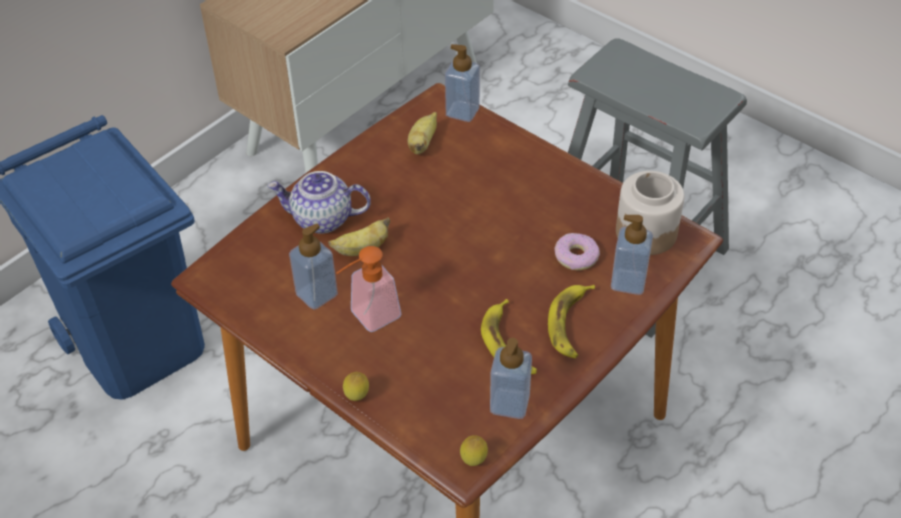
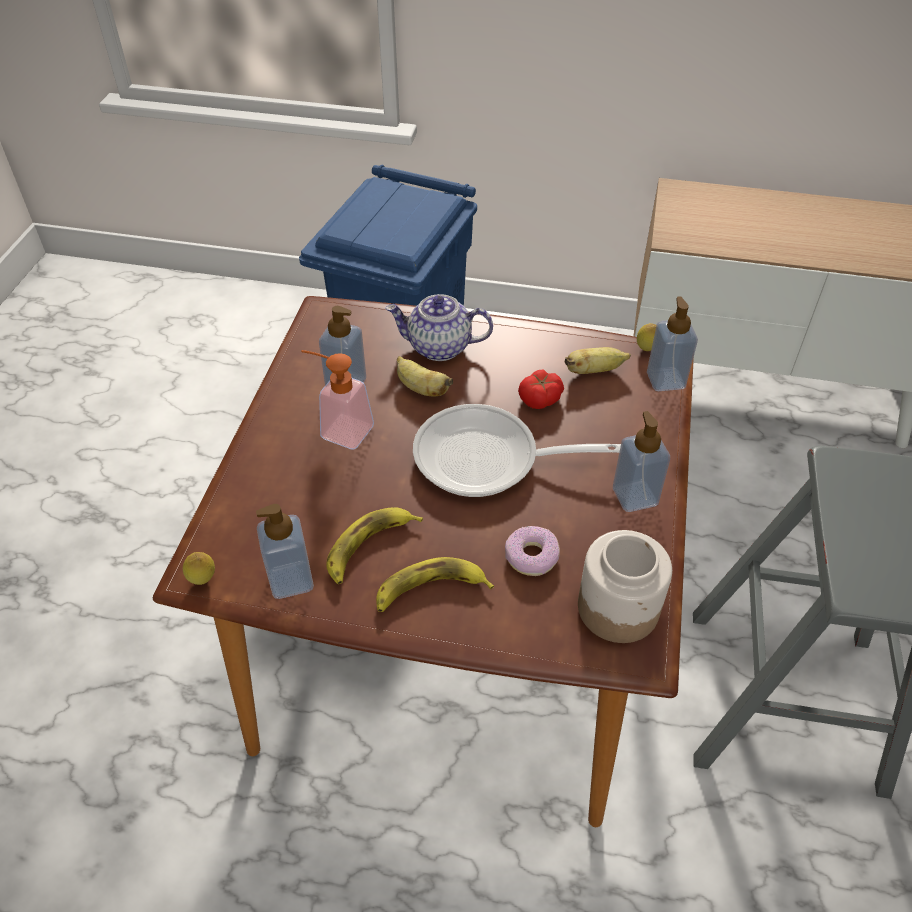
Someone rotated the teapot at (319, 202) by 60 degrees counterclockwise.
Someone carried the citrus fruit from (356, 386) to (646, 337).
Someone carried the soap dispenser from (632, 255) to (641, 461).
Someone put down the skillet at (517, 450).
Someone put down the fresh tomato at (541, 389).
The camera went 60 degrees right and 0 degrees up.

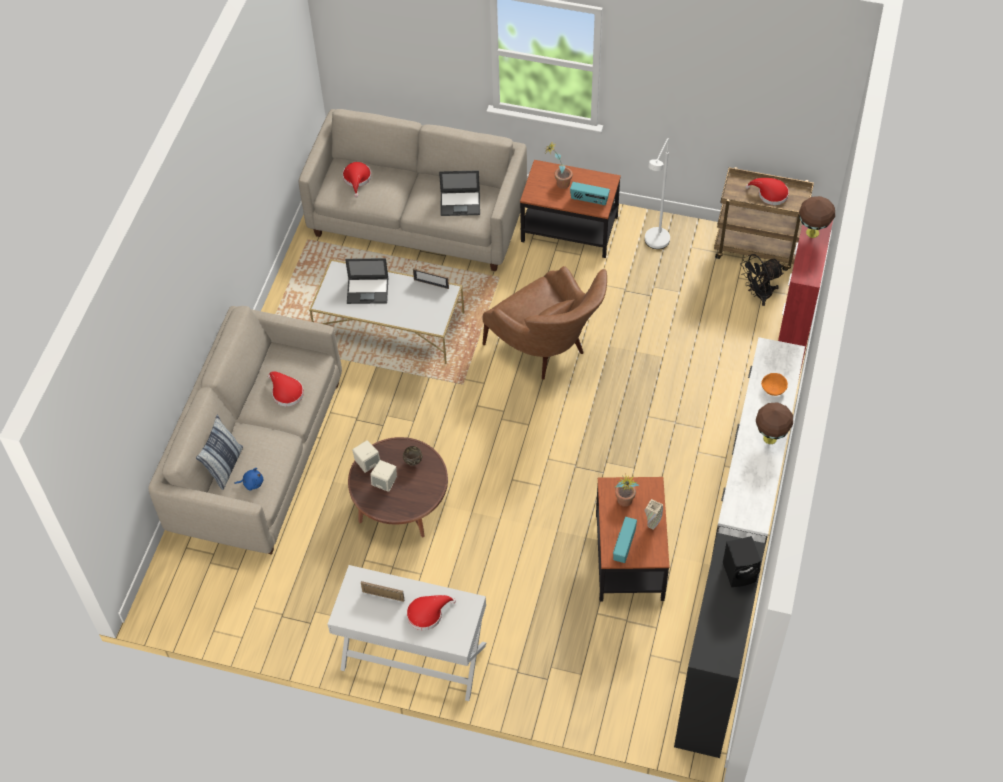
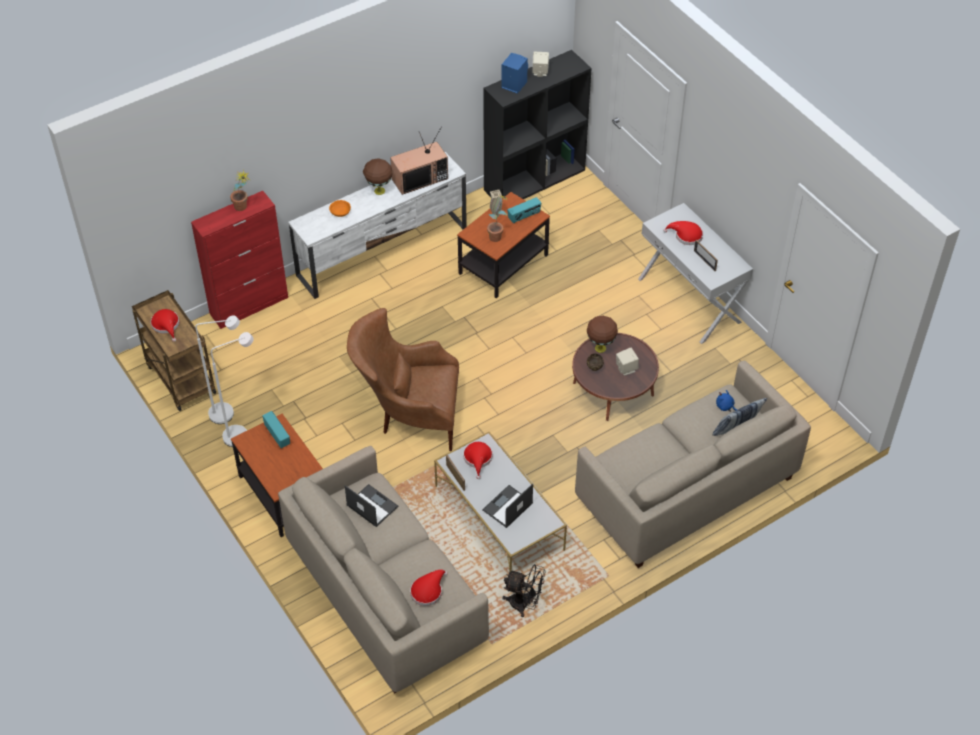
Someone carried the red wearable hat from (286, 388) to (477, 460).
Someone rotated the portable computer at (366, 281) by 90 degrees counterclockwise.
Someone carried the beige-coloured loudspeaker from (366, 456) to (540, 64).
Someone rotated the brownish armchair at (545, 323) by 90 degrees counterclockwise.
Someone carried the plant in a pot from (559, 166) to (240, 190).
Someone repainted the blackish loudspeaker at (742, 561), which became the bluish loudspeaker at (514, 73).
Someone carried the blackish cooling fan from (762, 280) to (523, 590).
Someone carried the brownish tabletop lamp from (817, 217) to (602, 334).
Someone put down the white floor lamp at (217, 369).
Someone put down the TV at (419, 160).
The camera went 140 degrees left and 5 degrees down.

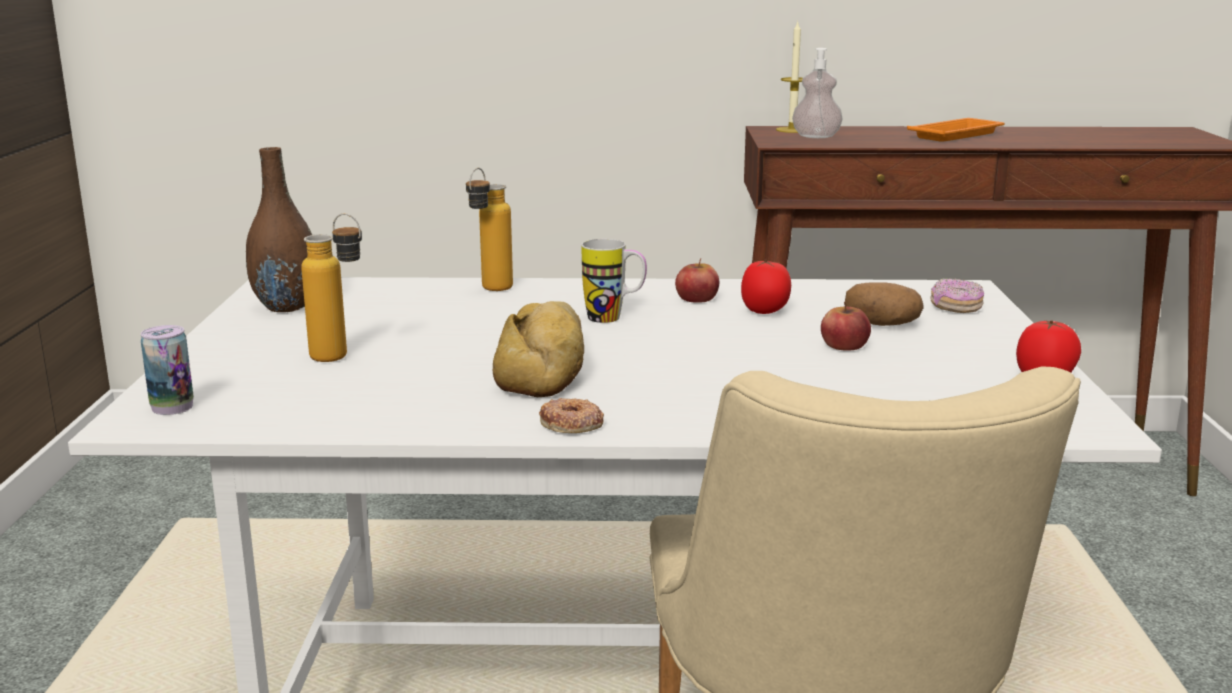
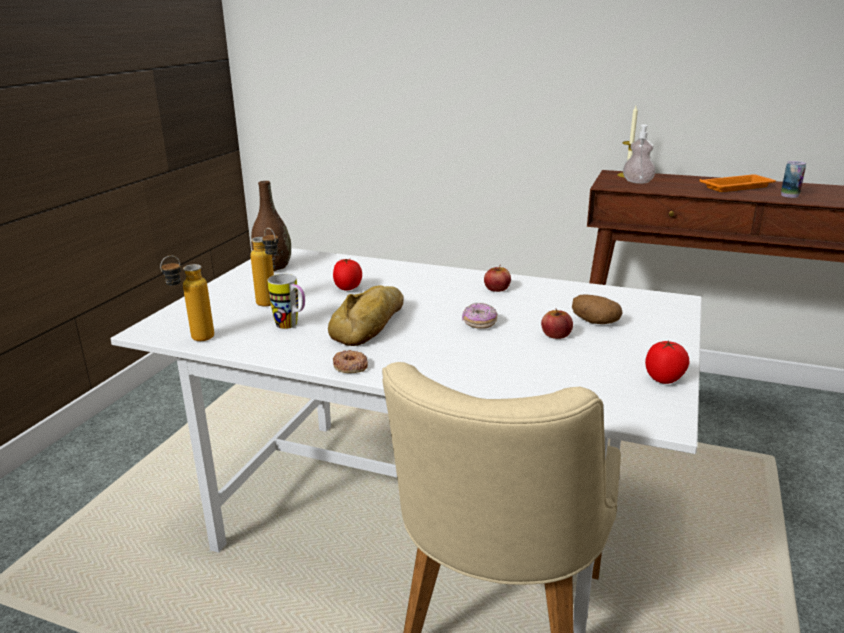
Someone carried the metal can from (167, 370) to (793, 179).
Someone carried the beverage bottle from (489, 229) to (187, 298).
Someone carried the coffee mug from (614, 281) to (286, 301).
Someone carried the fresh tomato from (766, 287) to (347, 274).
Someone carried the ring doughnut from (957, 295) to (479, 315).
The camera went 20 degrees right and 5 degrees up.

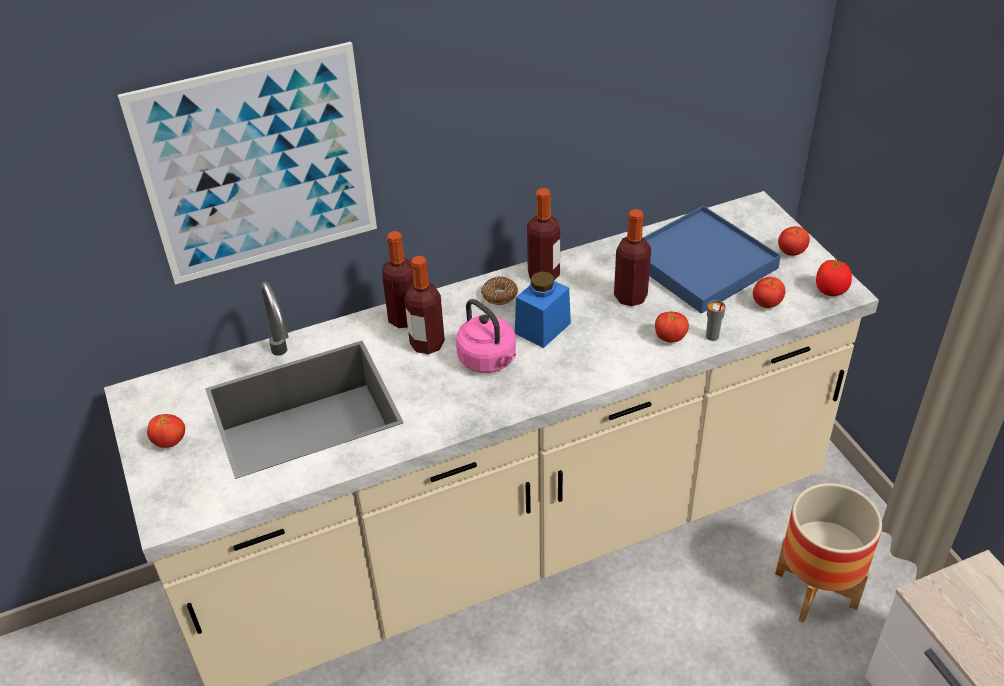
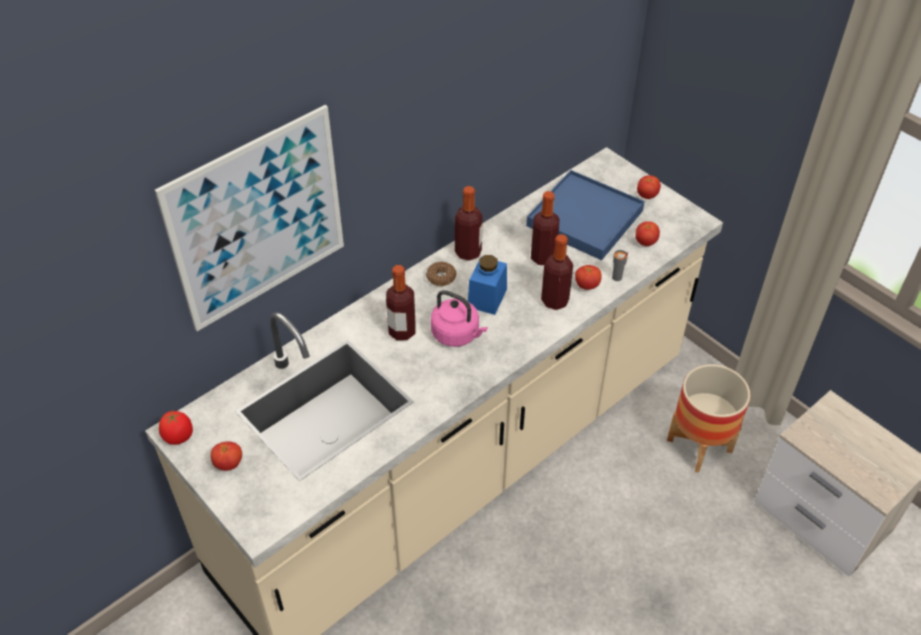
Someone carried the beverage bottle from (397, 279) to (557, 272).
Someone carried the fresh tomato from (834, 277) to (176, 427).
The camera went 20 degrees left and 5 degrees up.

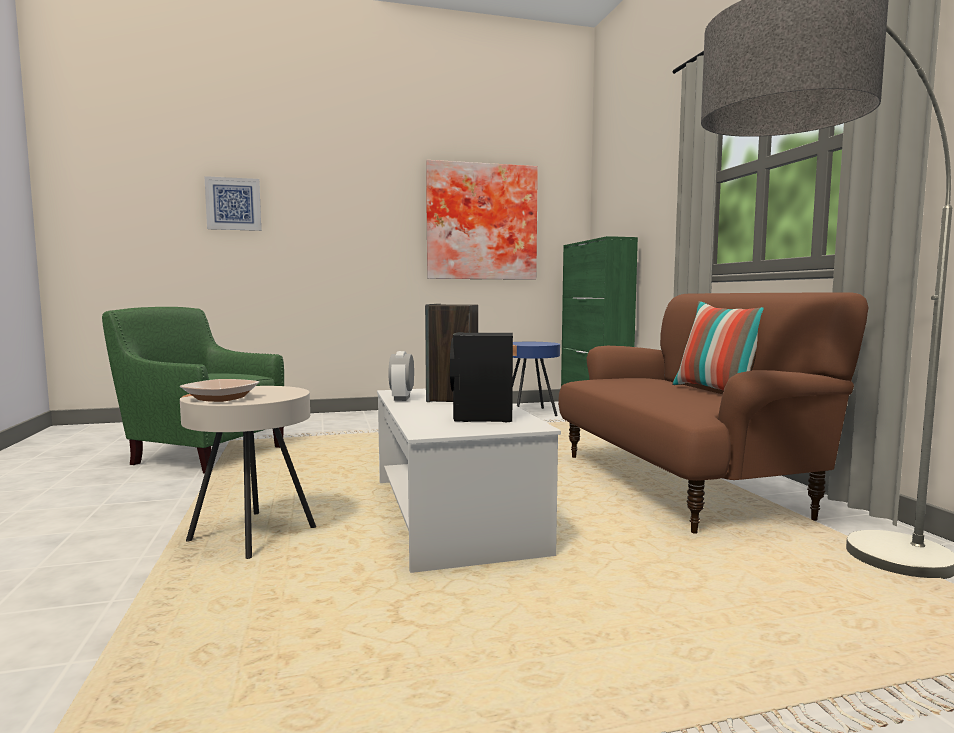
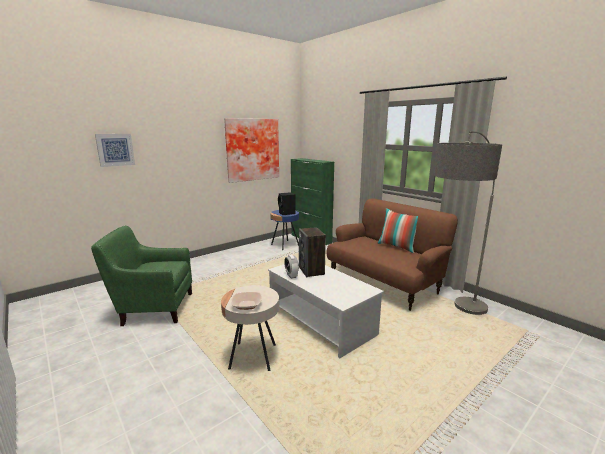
Someone carried the blackish loudspeaker from (481, 377) to (287, 203).
The camera went 25 degrees left and 10 degrees up.

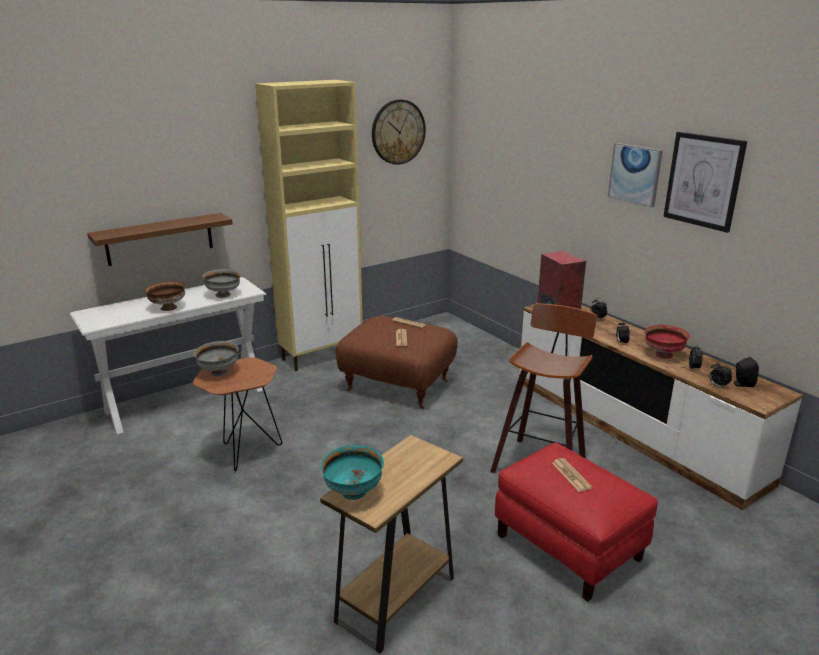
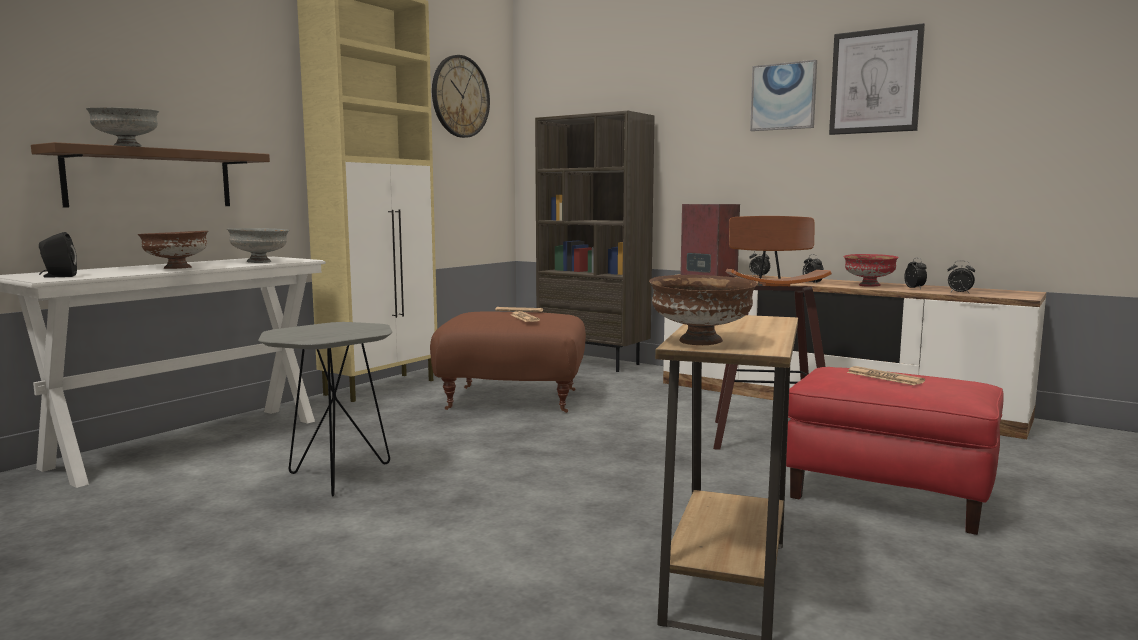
Someone repainted the brownish end table at (237, 414), which became the gray end table at (325, 409).
Someone carried the gray serving bowl from (216, 358) to (122, 127).
Someone repainted the blue-green serving bowl at (352, 472), which became the brownish serving bowl at (703, 310).
Someone carried the blackish loudspeaker from (746, 372) to (58, 255).
Someone put down the brownish bookcase at (595, 241).
The camera went 20 degrees left and 15 degrees down.

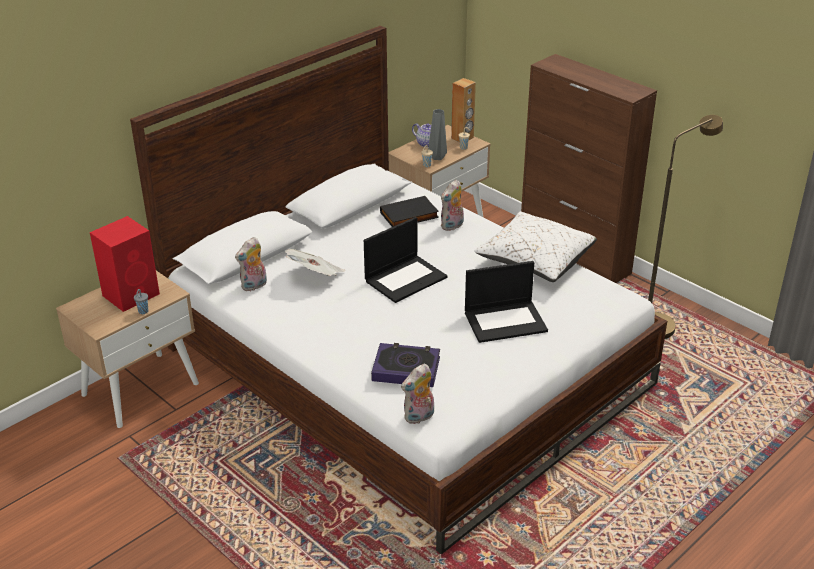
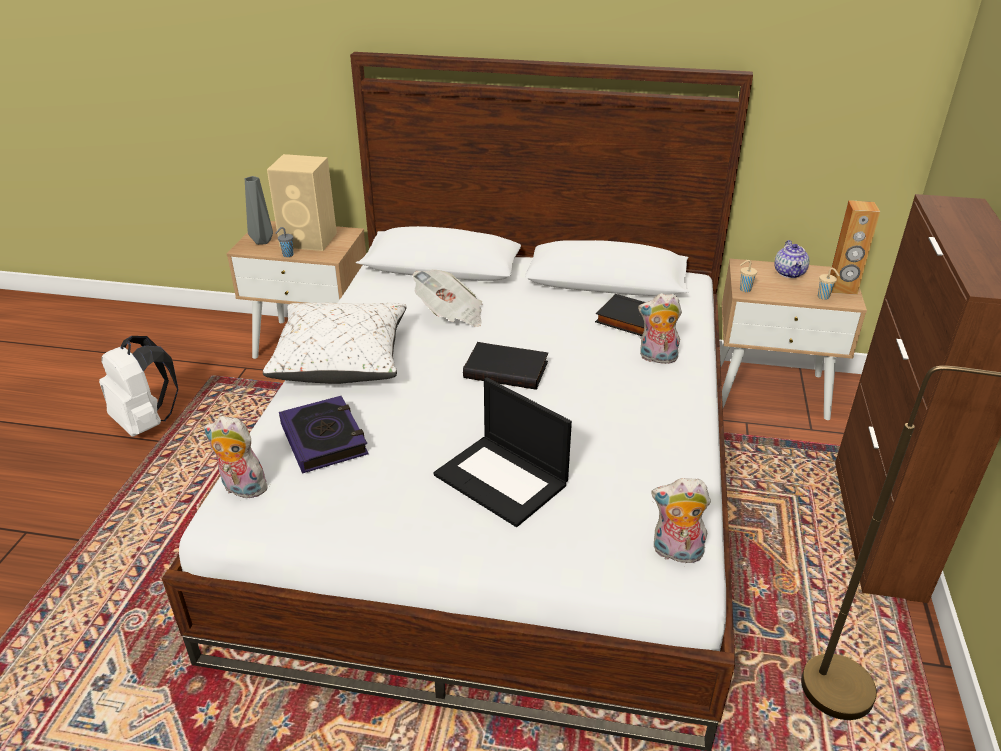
Someone repainted the red loudspeaker at (125, 264), which became the beige-coloured loudspeaker at (302, 202).
Someone carried the cuddly toy from (251, 264) to (681, 521).
Someone swapped the portable computer at (405, 260) for the blackish bound book at (505, 366).
Someone carried the gray decorative vase from (437, 134) to (259, 210).
Someone carried the white pillow from (536, 246) to (335, 343).
Someone put down the white rucksack at (138, 386).
The camera went 55 degrees right and 0 degrees up.

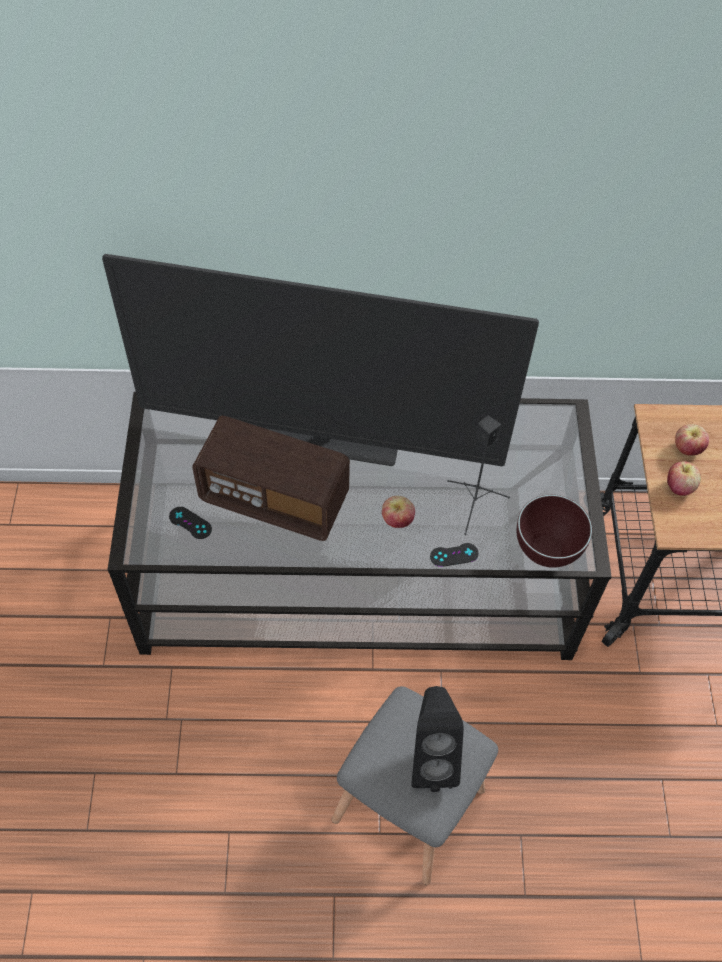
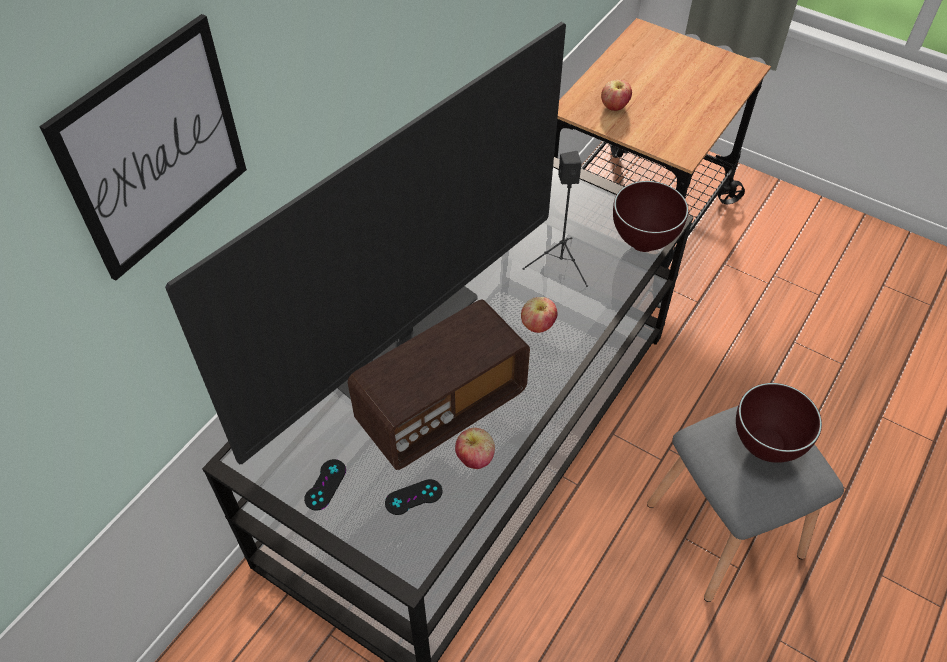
Someone swapped the blackish loudspeaker at (437, 739) for the brownish serving bowl at (779, 423).
Someone carried the blackish joypad from (454, 555) to (325, 485).
Someone carried the apple from (684, 478) to (475, 448).
Someone put up the wall art at (143, 147).
The camera went 55 degrees left and 5 degrees down.

